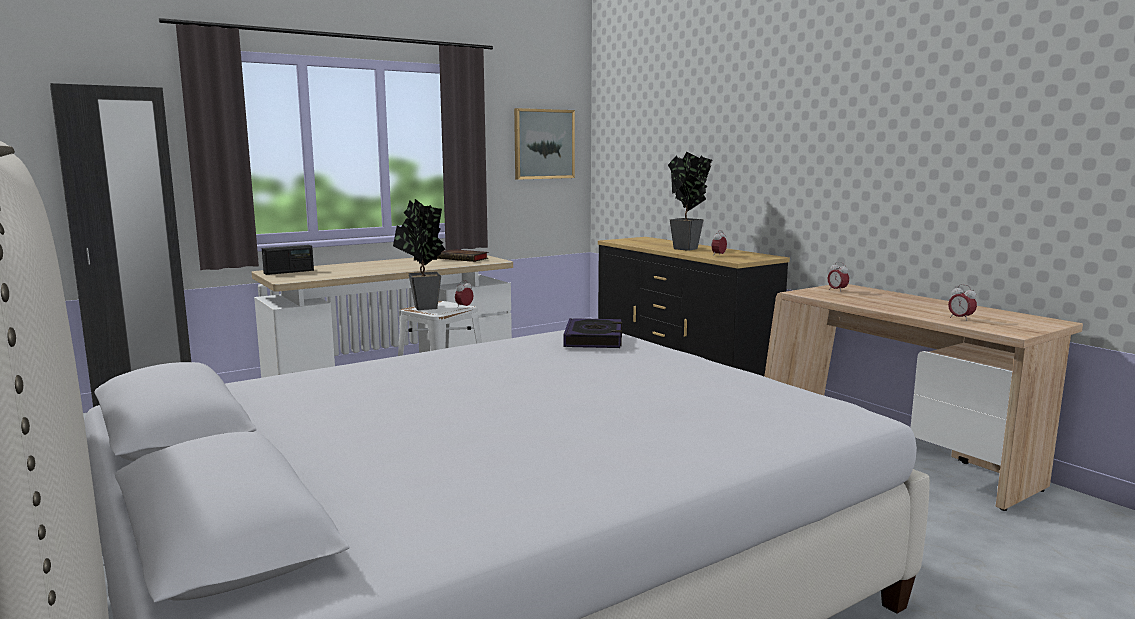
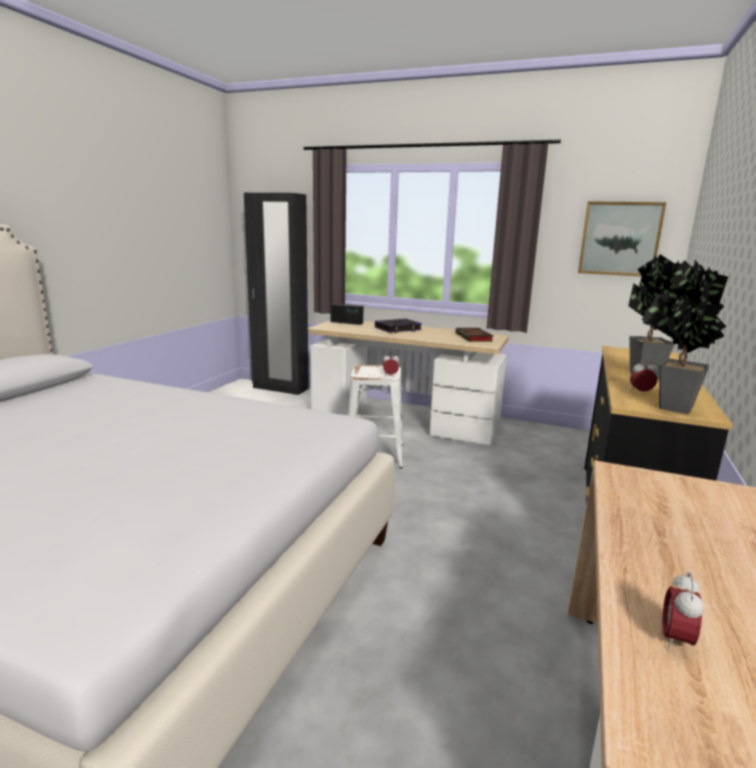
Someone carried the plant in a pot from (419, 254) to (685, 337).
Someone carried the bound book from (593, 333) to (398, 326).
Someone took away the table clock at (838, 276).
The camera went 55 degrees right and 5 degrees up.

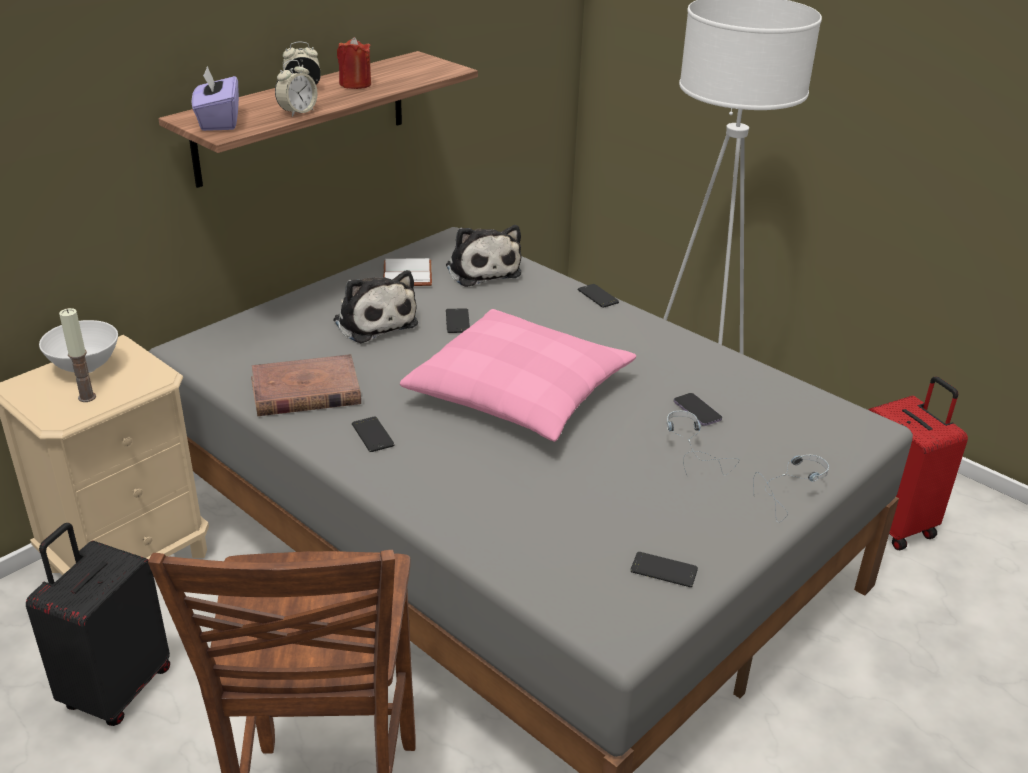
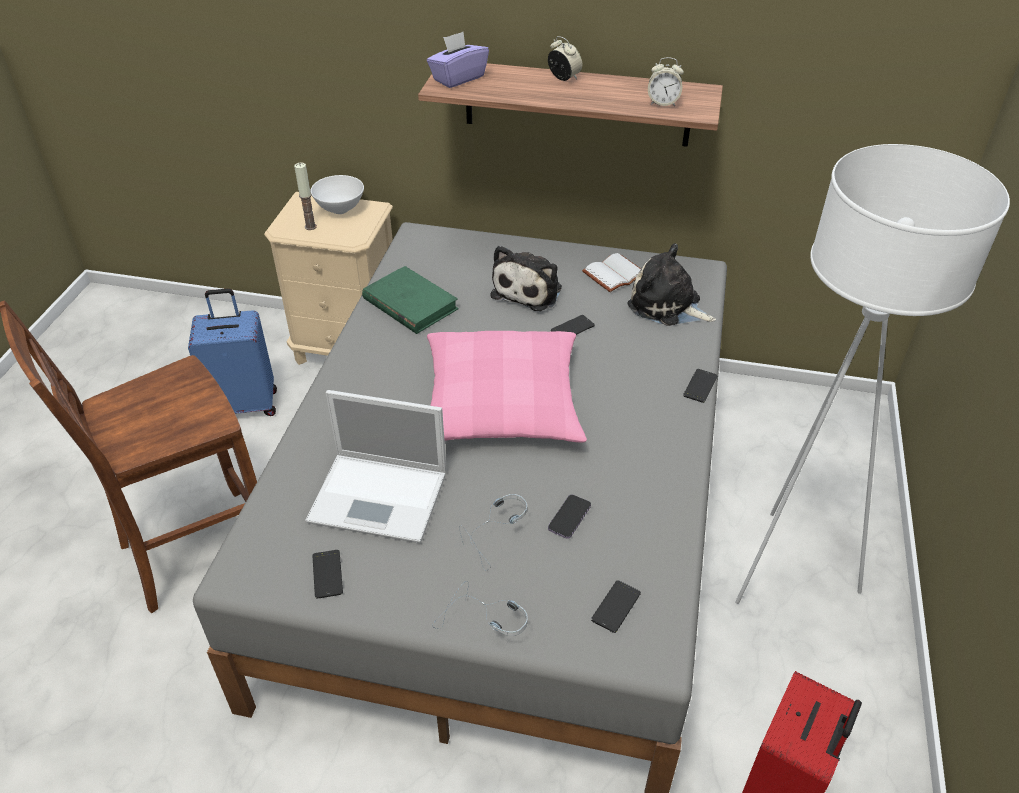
Someone repainted the blackish piece of luggage at (98, 624), which became the bluish piece of luggage at (232, 352).
Someone repainted the brownish bound book at (306, 385), which became the green-coloured bound book at (410, 300).
Someone carried the table clock from (296, 88) to (666, 81).
Someone took away the red wax candle at (354, 63).
Someone carried the telephone from (373, 434) to (616, 606).
Someone rotated the cuddly toy at (483, 256) by 90 degrees clockwise.
Someone put down the portable computer at (375, 466).
The camera went 60 degrees right and 10 degrees up.

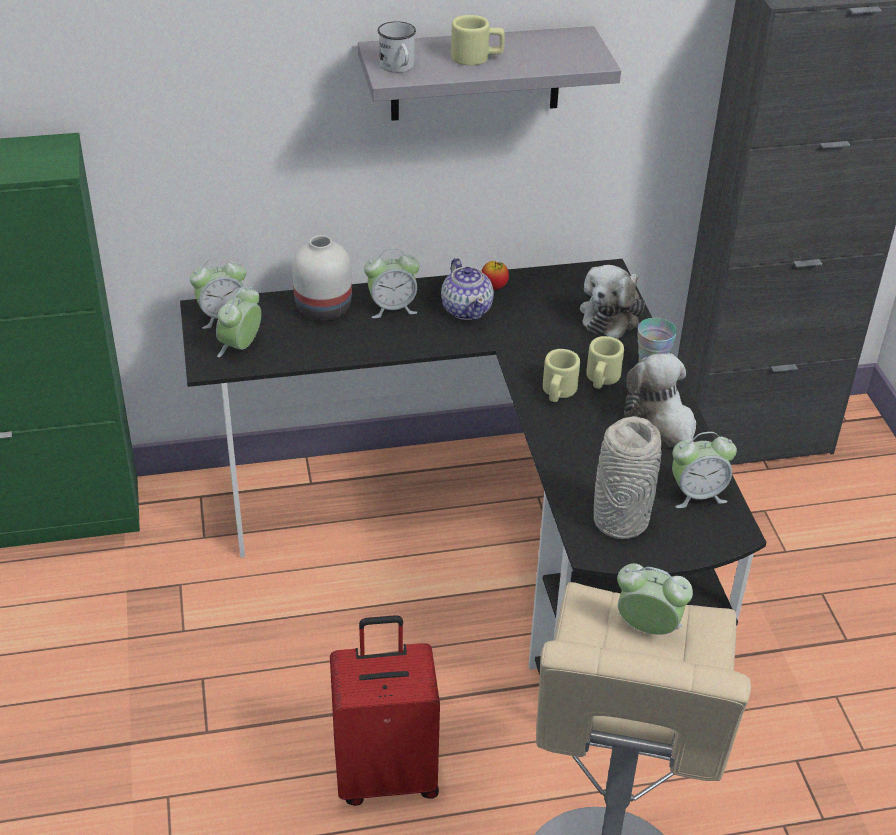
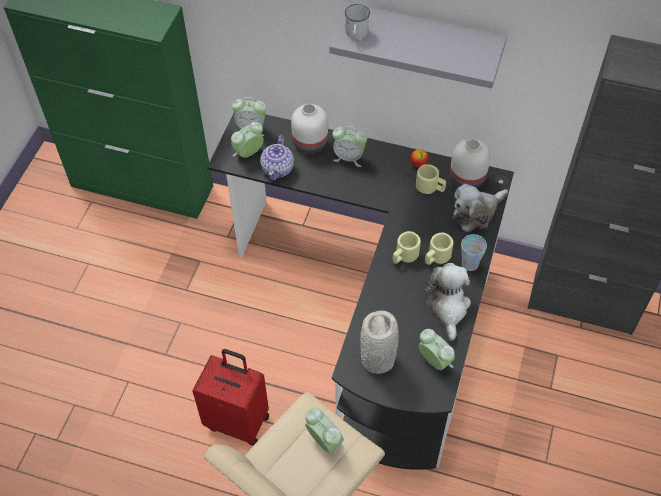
Someone carried the teapot from (467, 289) to (277, 157).
Someone carried the beige-coloured coffee mug from (478, 40) to (431, 179).
Someone rotated the table clock at (704, 470) by 150 degrees counterclockwise.
Someone put down the white decorative vase at (470, 163).
The camera went 30 degrees right and 15 degrees up.

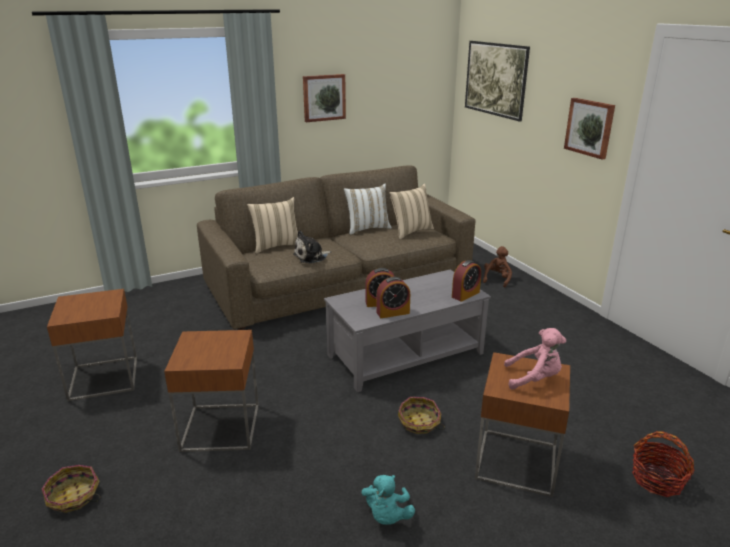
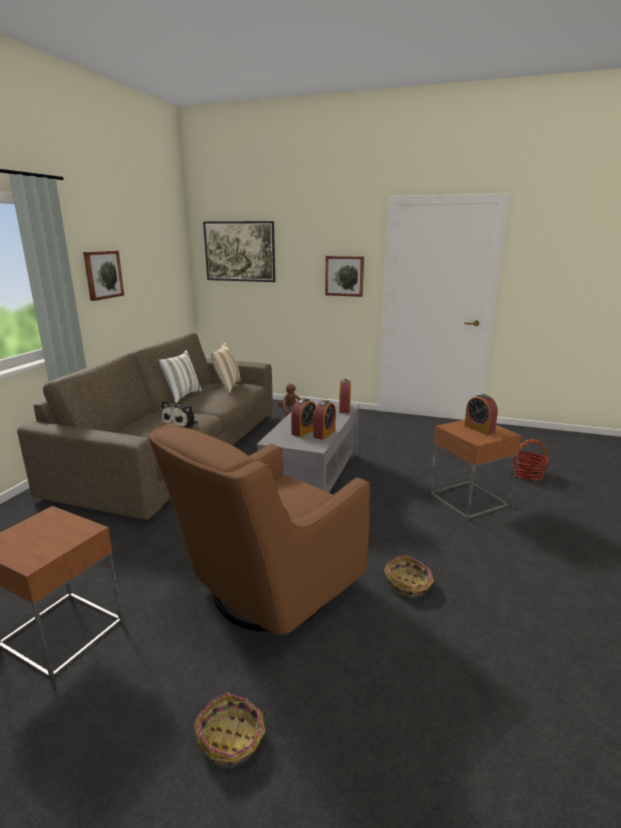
Someone swapped the brownish end table at (211, 391) for the brownish armchair at (259, 528).
Someone took away the beige-coloured pillow at (272, 225).
Someone took away the blue-green cuddly toy at (388, 500).
Someone carried the storage basket from (421, 415) to (410, 576).
Someone swapped the pinkish cuddly toy at (535, 359) for the table clock at (481, 414).
The camera went 45 degrees left and 5 degrees down.

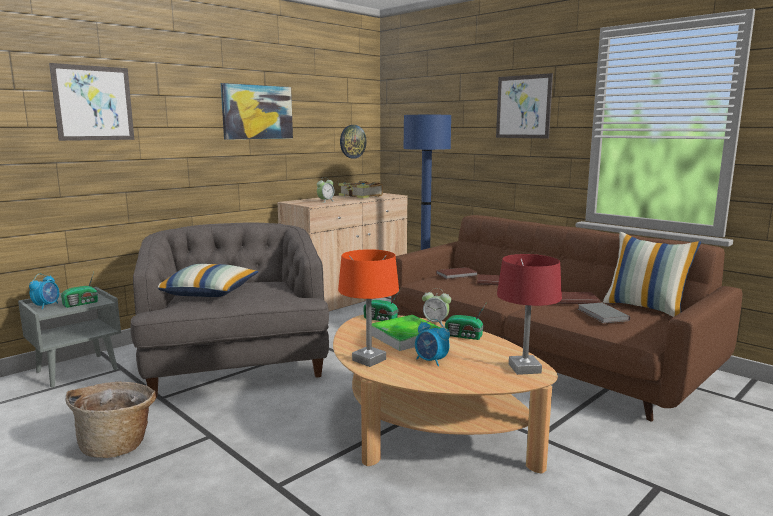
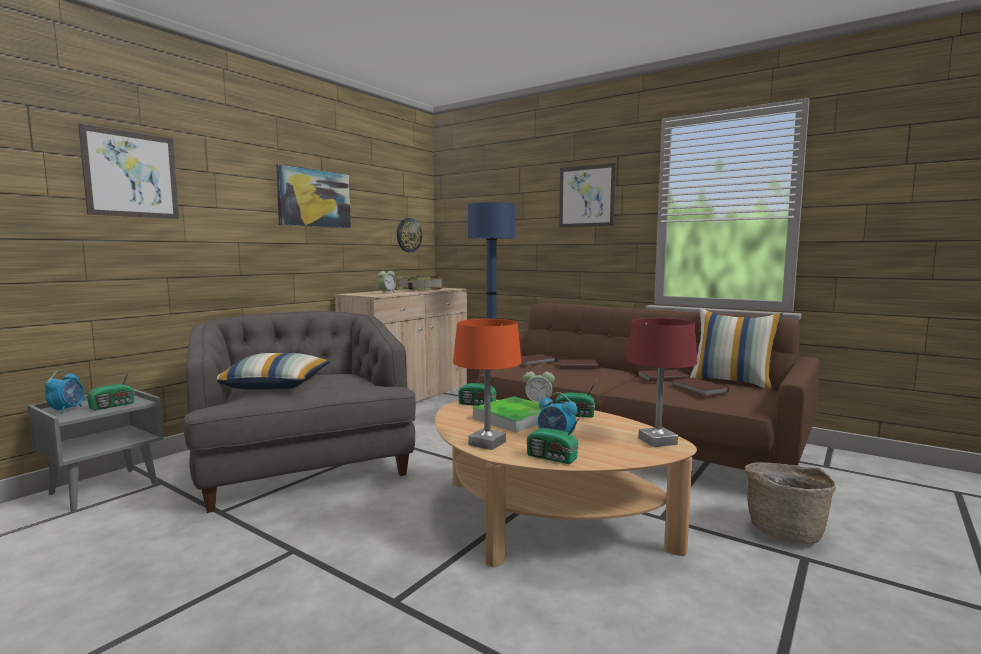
Someone carried the storage basket from (111, 420) to (790, 503).
Someone repainted the gray bound book at (604, 313), which became the brownish bound book at (700, 387).
Someone put down the radio set at (555, 438).
The camera went 10 degrees left and 5 degrees down.

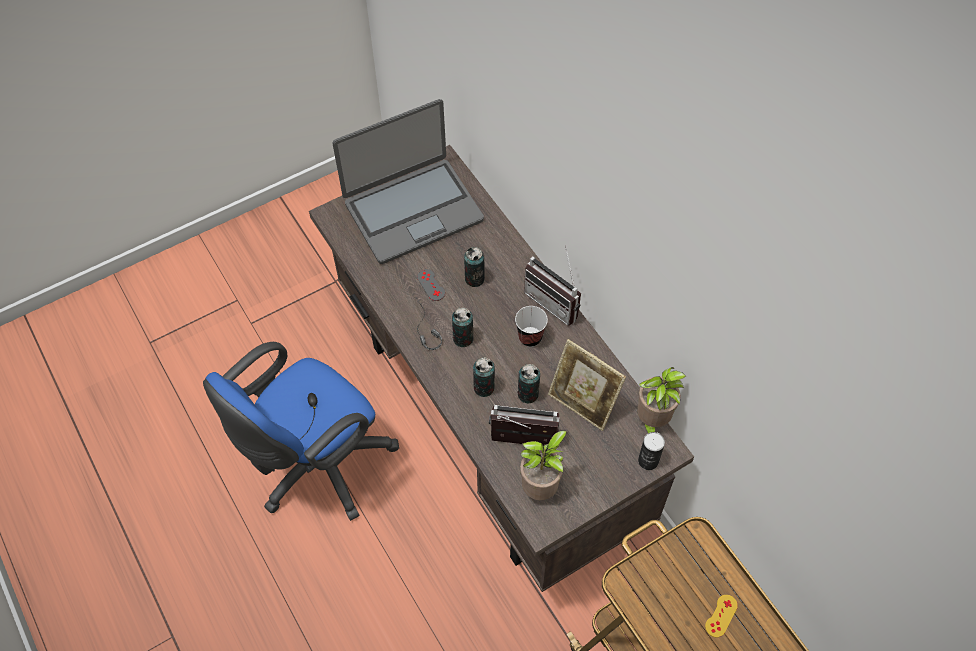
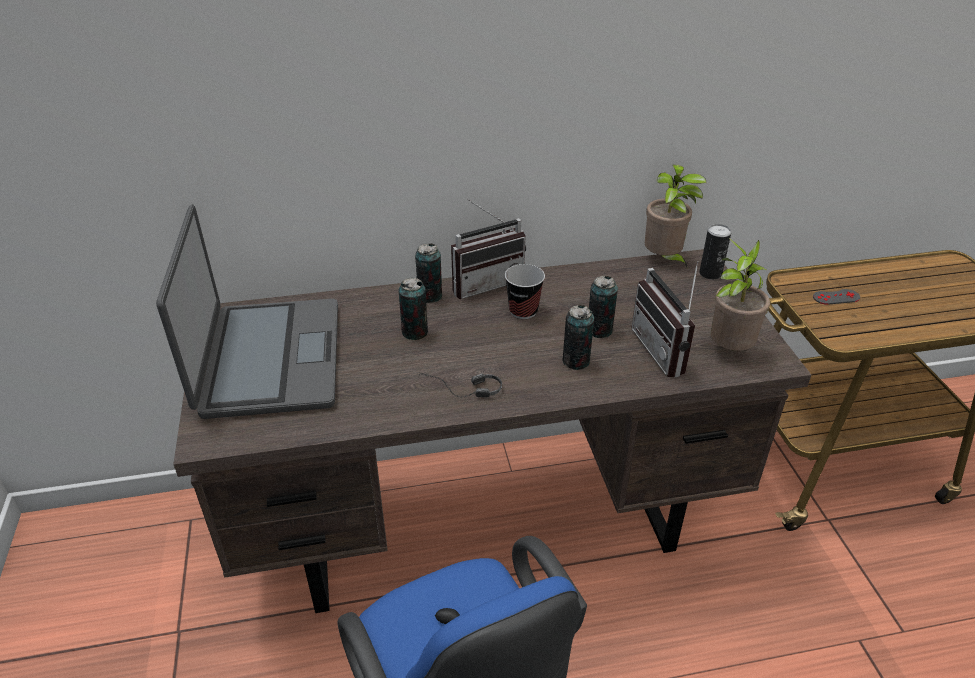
Someone carried the gray joypad from (431, 285) to (836, 297).
Someone carried the metal can from (462, 327) to (428, 273).
Someone rotated the radio set at (524, 425) by 45 degrees counterclockwise.
Someone took away the standing frame at (587, 385).
Someone took away the yellow-coloured joypad at (721, 616).
The camera went 70 degrees left and 20 degrees down.

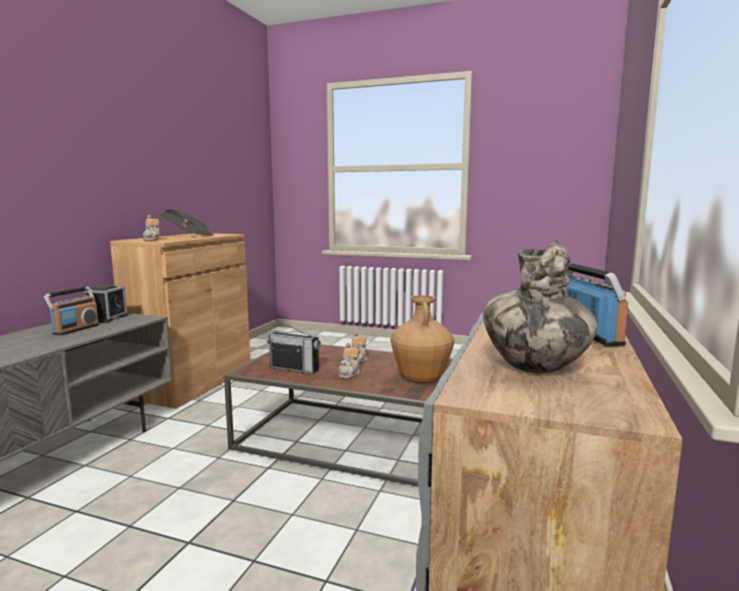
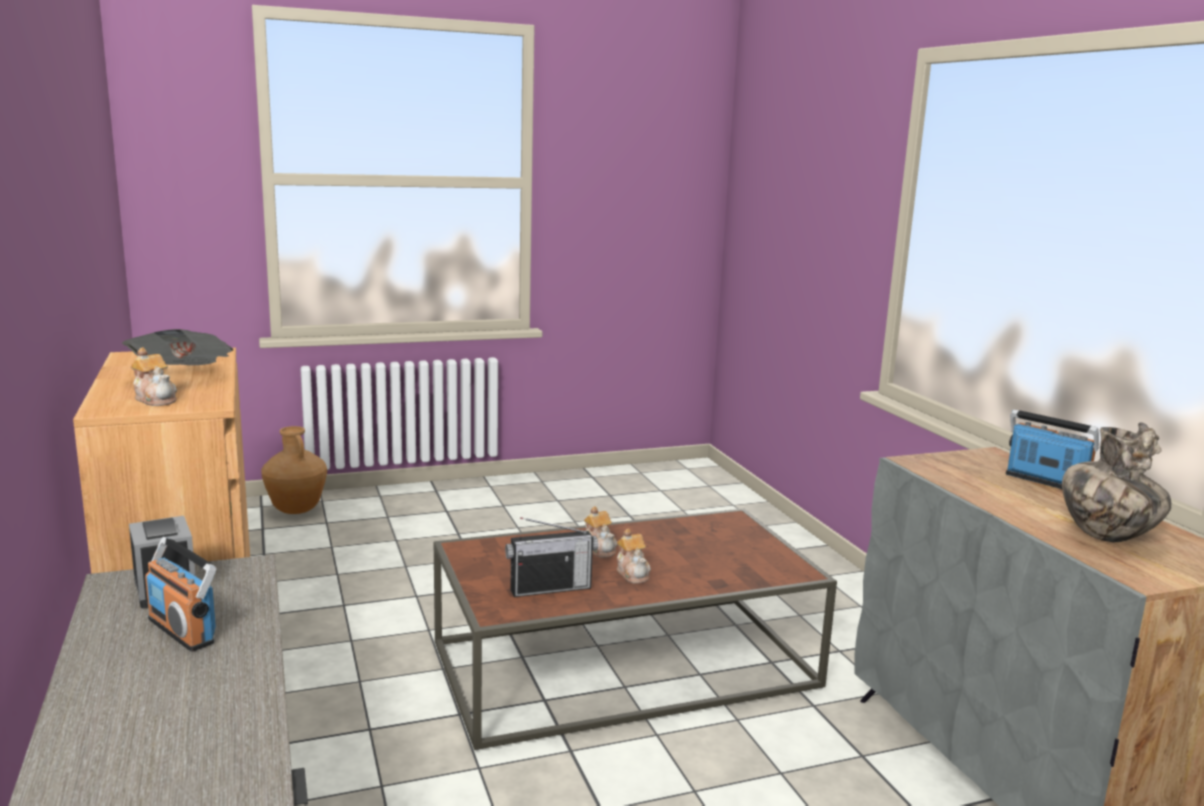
Someone rotated the radio set at (71, 311) by 150 degrees clockwise.
Someone carried the brownish decorative vase from (422, 339) to (294, 470).
The camera went 40 degrees left and 5 degrees up.

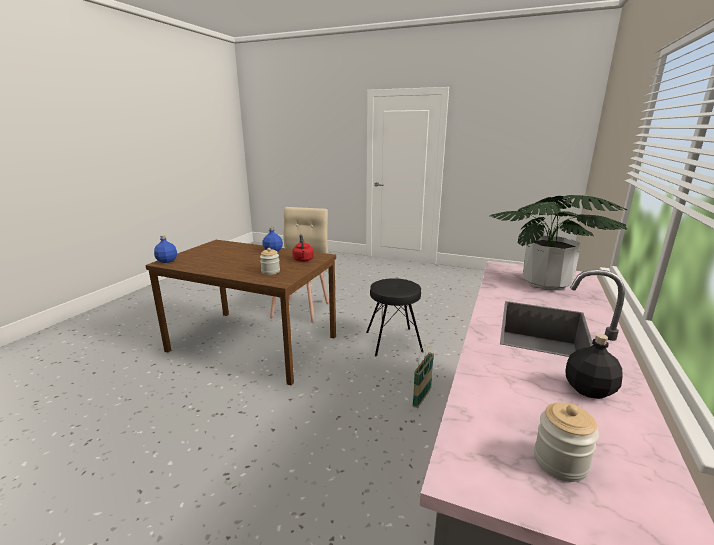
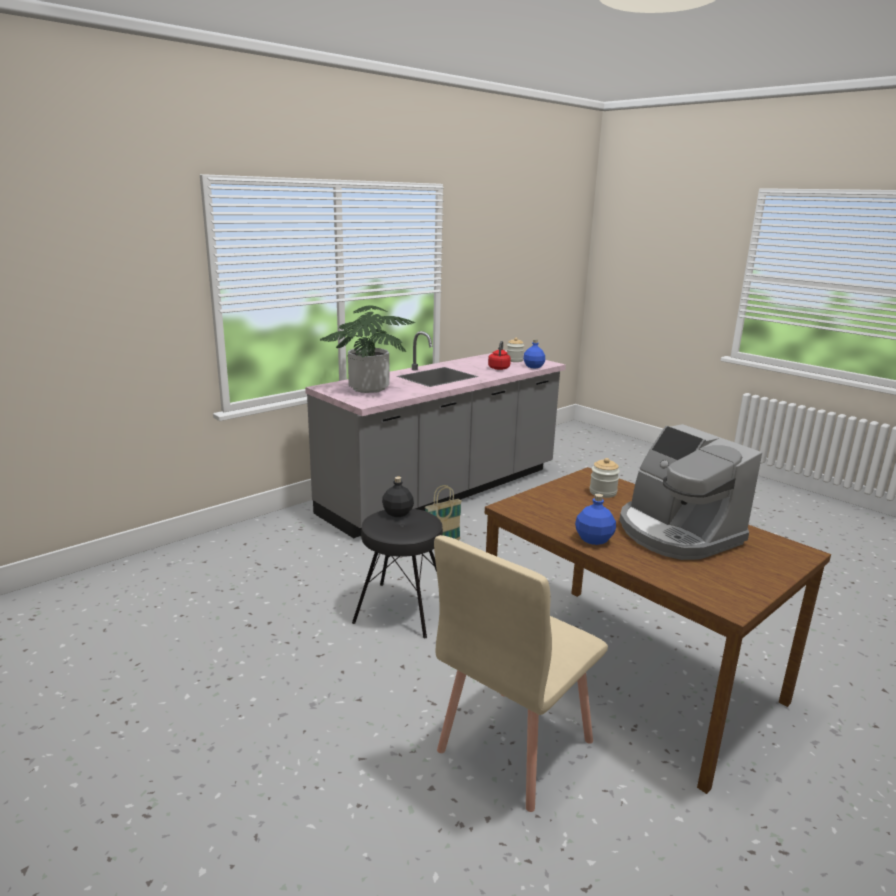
Someone carried the bluish beverage bottle from (165, 249) to (534, 353).
Someone carried the red water kettle from (303, 248) to (499, 355).
Someone carried the blackish beverage bottle from (594, 366) to (398, 496).
Someone put down the coffee machine at (690, 492).
The camera went 155 degrees left and 0 degrees up.

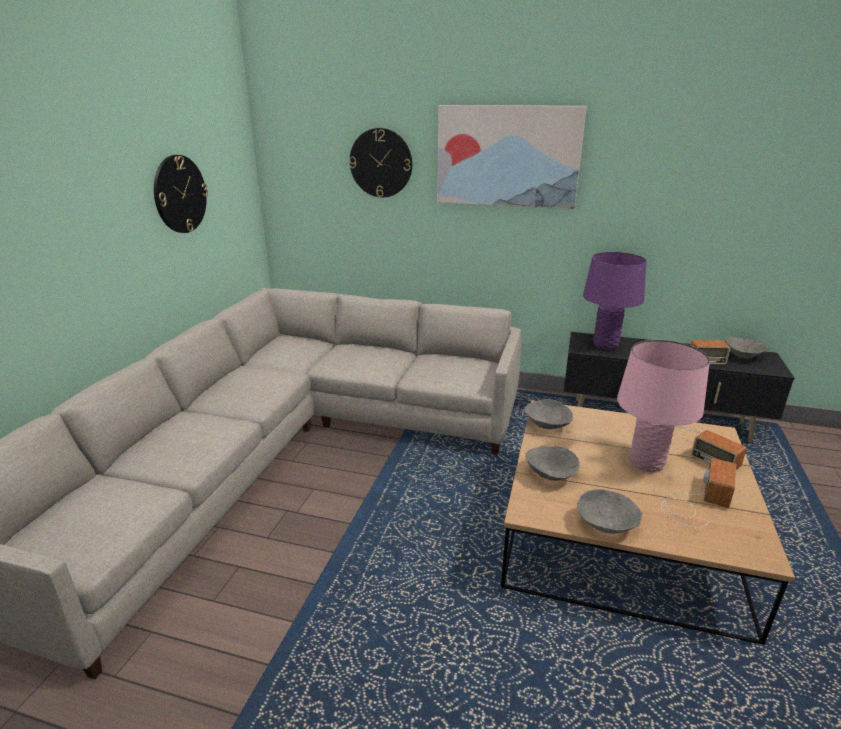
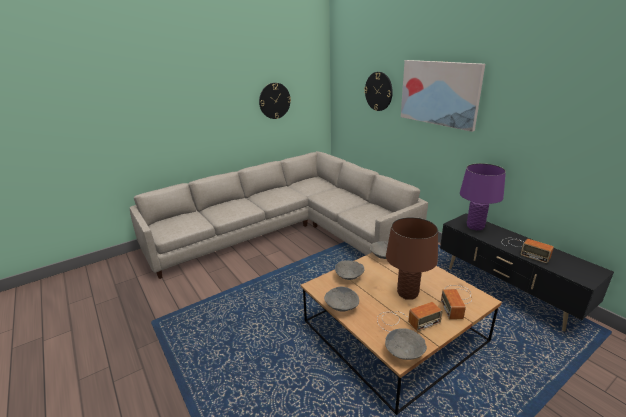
Someone repainted the pinkish tabletop lamp at (663, 406), which became the brownish tabletop lamp at (412, 258).
Someone carried the gray serving bowl from (746, 348) to (406, 344).
The camera went 40 degrees right and 0 degrees up.

